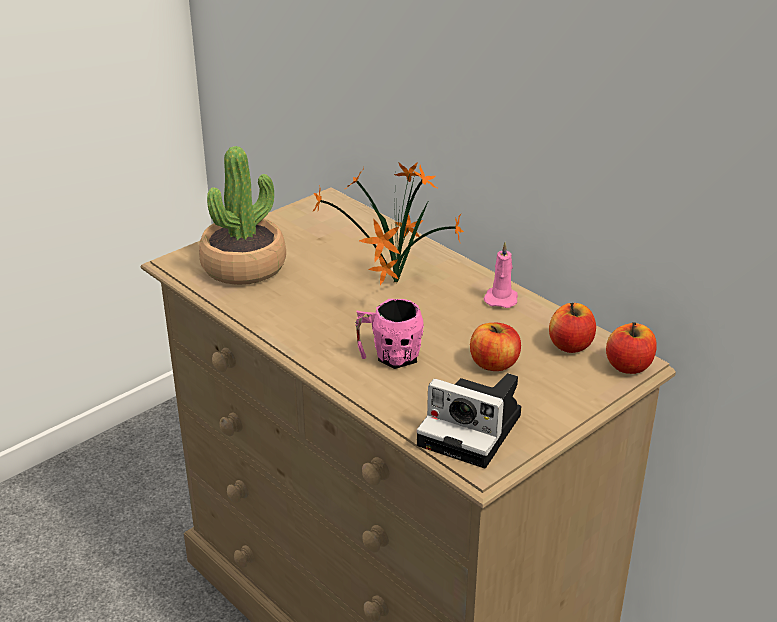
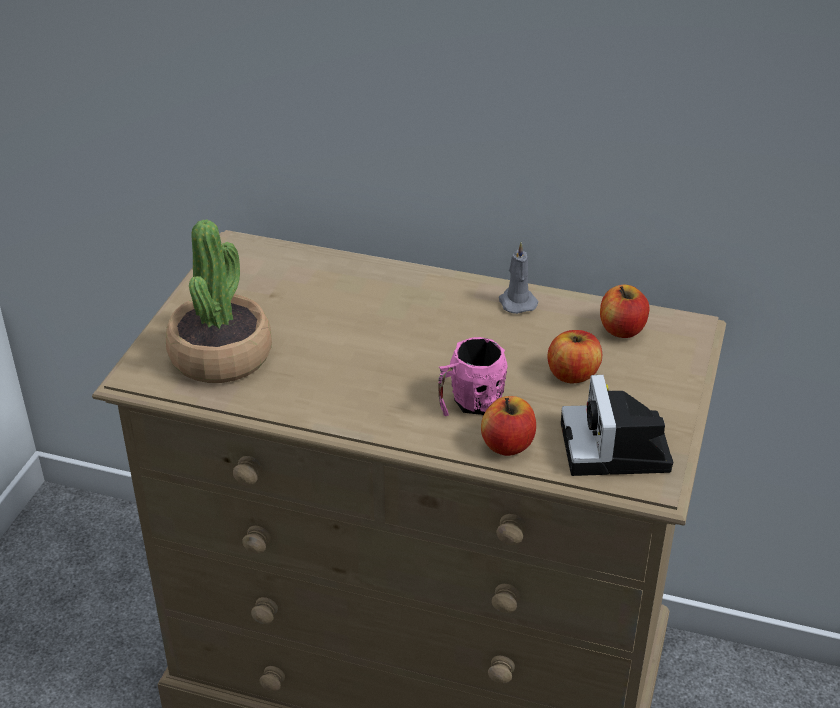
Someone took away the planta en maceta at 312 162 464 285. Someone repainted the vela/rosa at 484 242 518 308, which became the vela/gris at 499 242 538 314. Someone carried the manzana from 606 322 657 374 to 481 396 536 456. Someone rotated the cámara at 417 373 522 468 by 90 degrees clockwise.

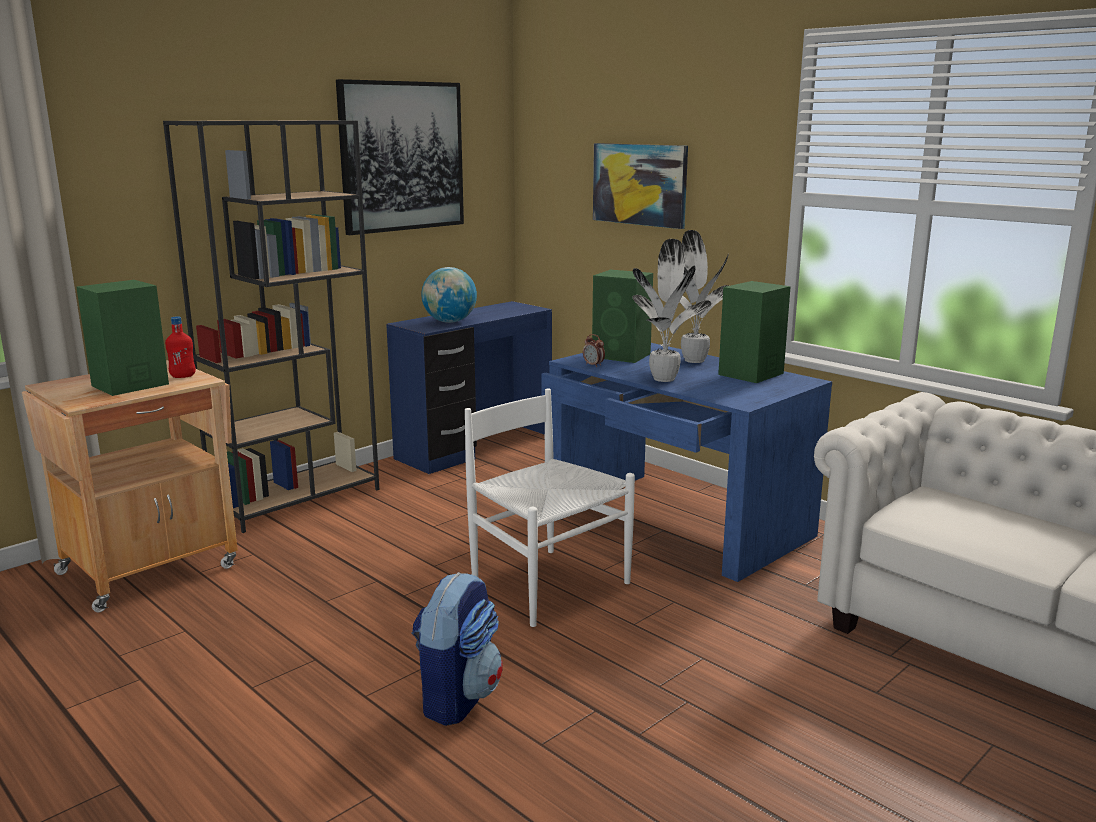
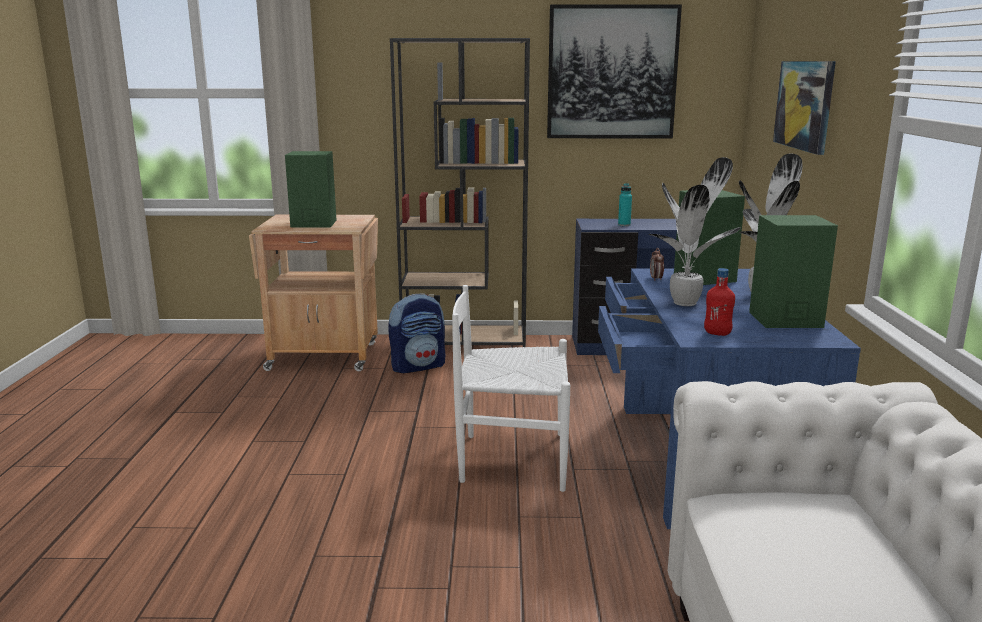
Someone swapped the globo terráqueo at 421 267 477 323 for the botella/turquesa at 618 183 632 226. Someone carried the botella/rojo from 165 316 196 378 to 704 268 735 336. Someone rotated the silla/blanco at 465 388 635 627 by 90 degrees counterclockwise. Someone carried the mochila from 411 572 503 726 to 388 293 445 373.

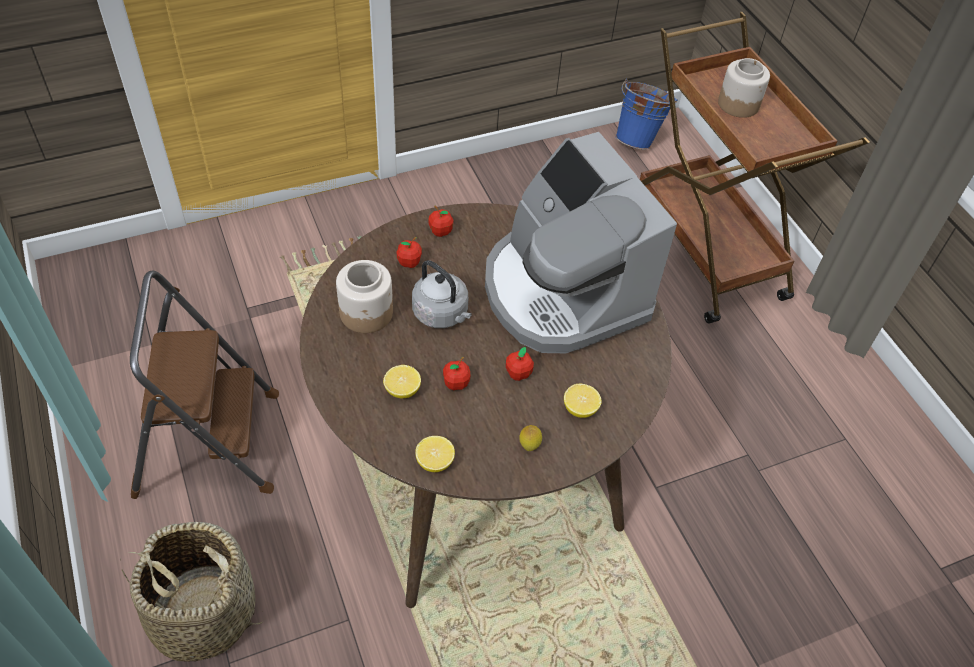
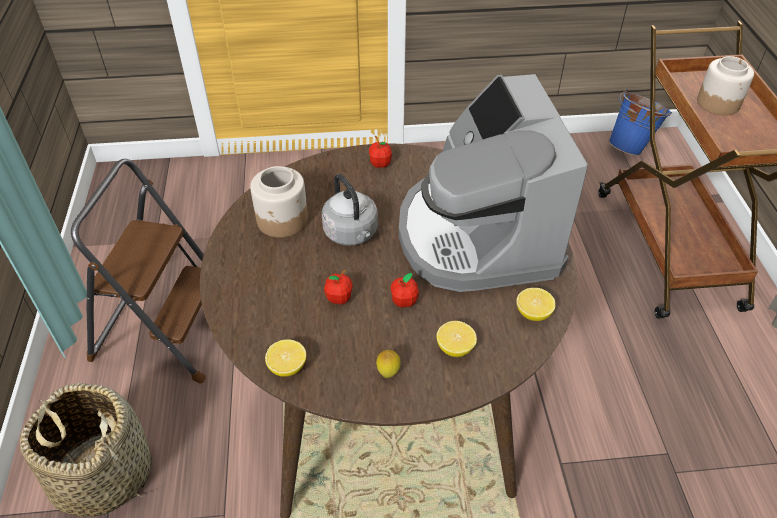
Someone took away the manzana at 396 237 422 268. Someone carried the limón from 383 365 421 398 to 516 288 556 321.

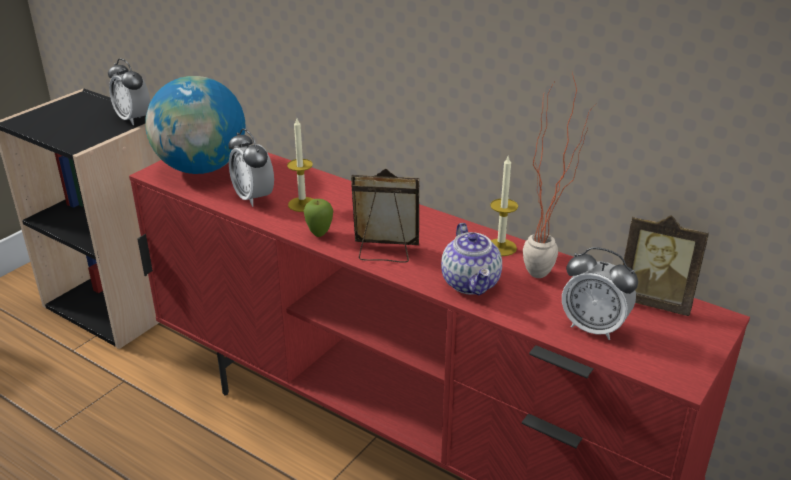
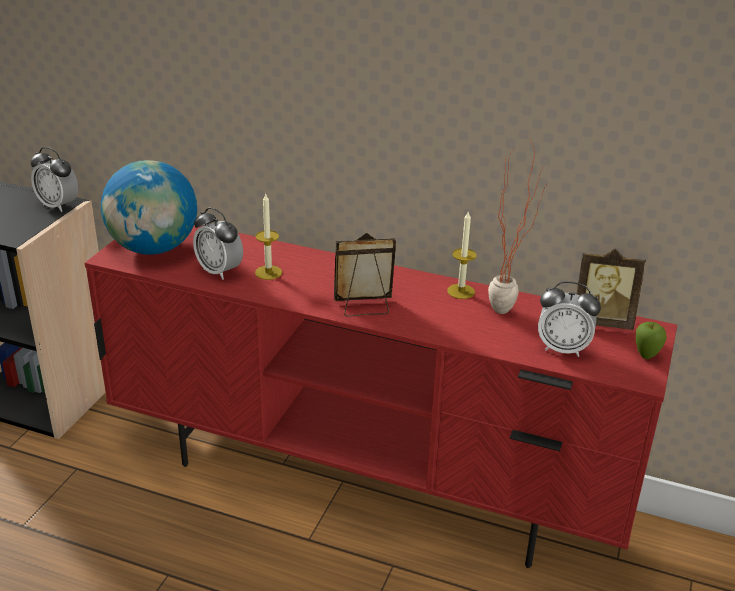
Someone carried the manzana from 304 199 333 237 to 636 322 667 359. Someone took away the tetera at 441 223 502 296.

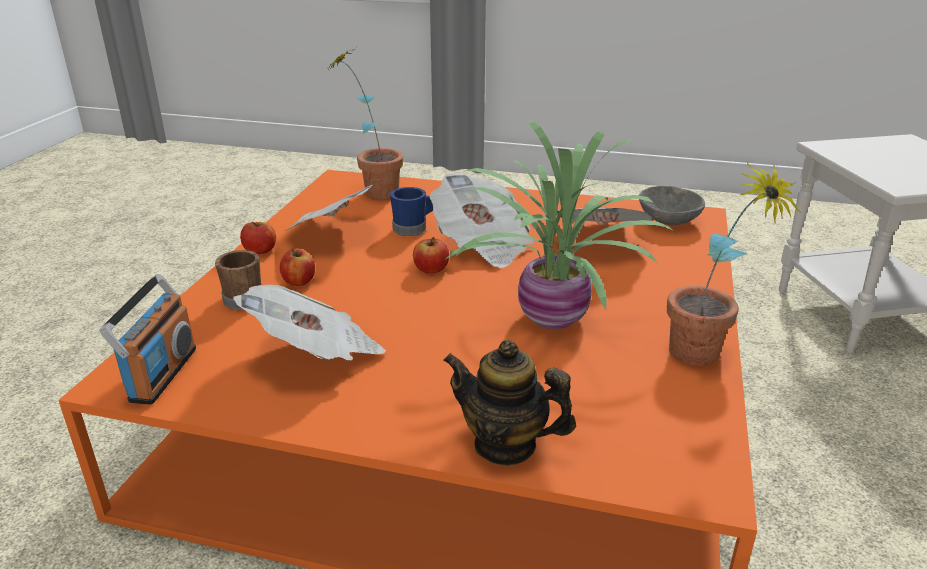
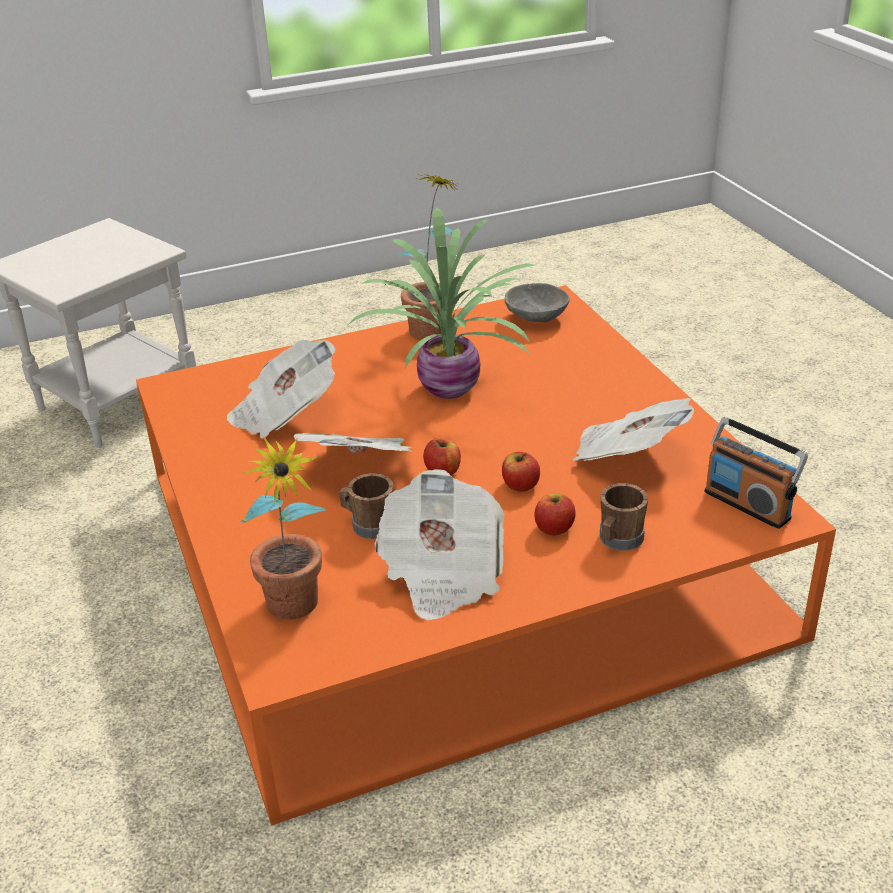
Someone carried the cuenco/gris from 639 186 705 225 to 505 283 570 322. Someone repainted the taza grande/azul at 390 187 433 236, which became the taza grande/marrón at 339 473 394 539. Someone carried the manzana from 240 222 276 254 to 502 452 540 492. Someone rotated the radio at 99 274 196 405 by 105 degrees counterclockwise. Someone took away the tetera at 443 340 576 466.

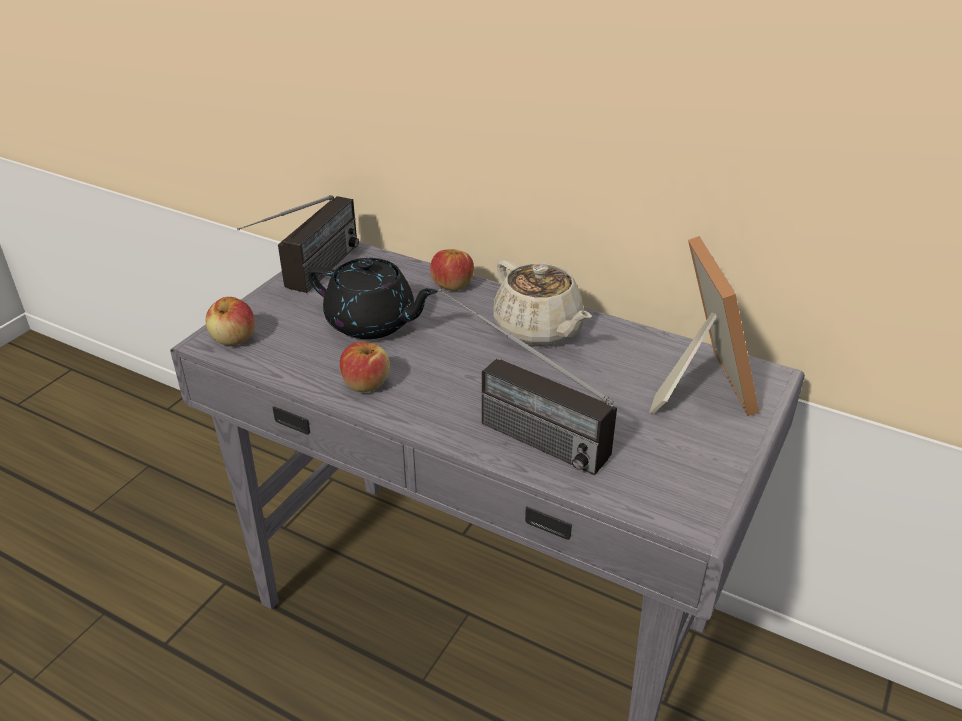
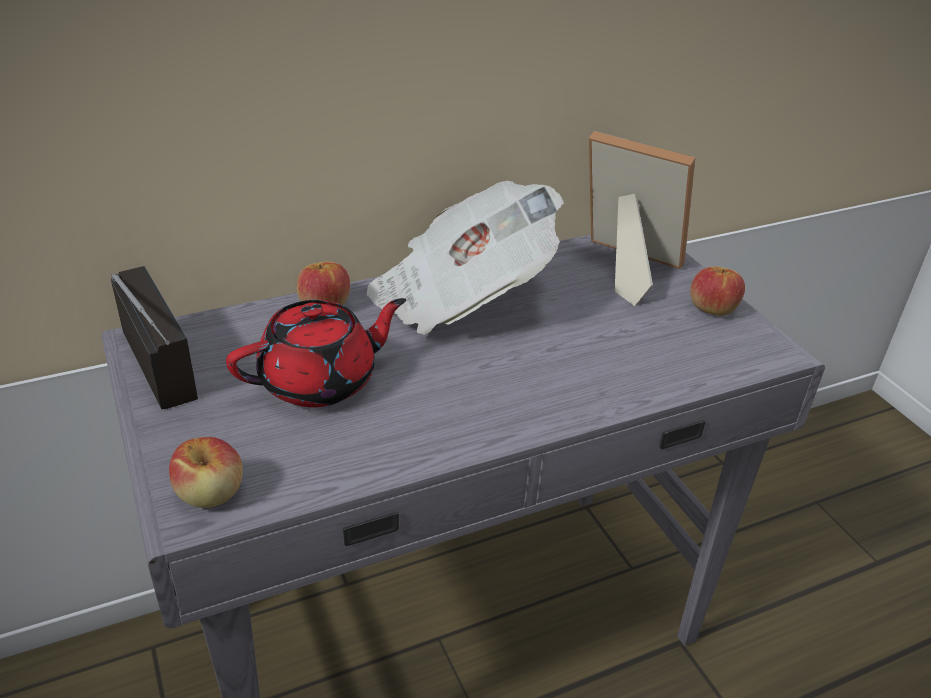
Someone repainted the tetera/negro at 308 258 438 339, which became the tetera/rojo at 226 298 406 407. Someone swapped the tetera/beis at 493 260 592 345 for the periódico at 366 180 564 335. Someone took away the radio at 438 289 617 475. Someone carried the manzana from 340 341 390 392 to 690 266 745 316.

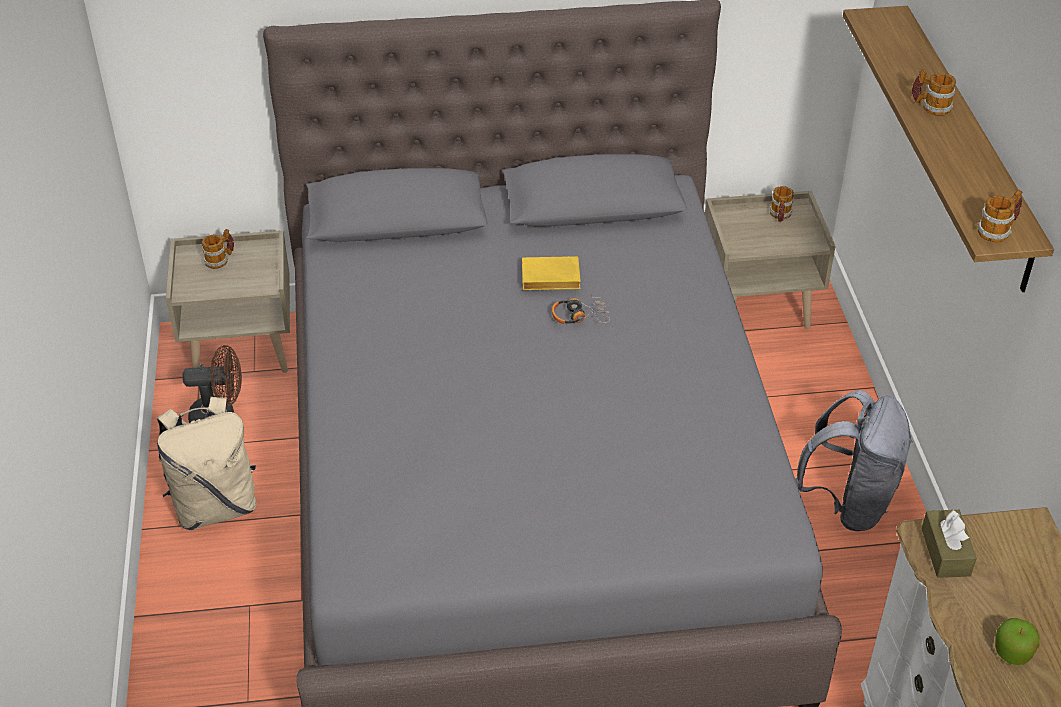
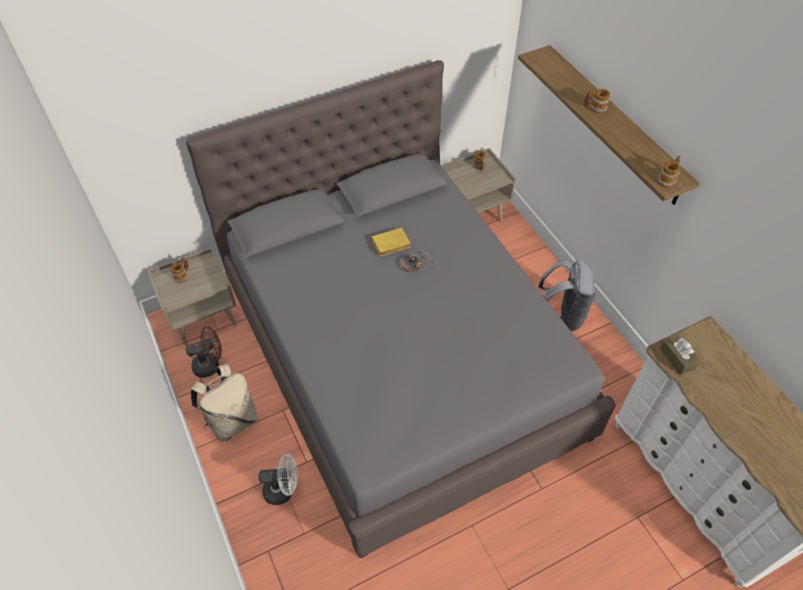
Someone took away the manzana at 995 618 1039 665. Someone put down the ventilador/blanco at 259 454 298 505.

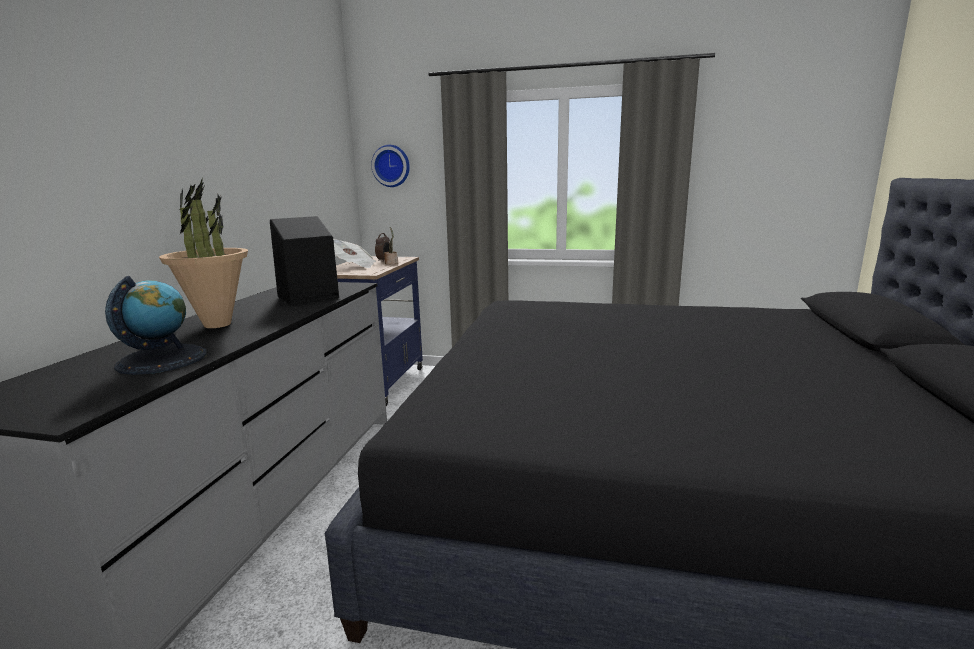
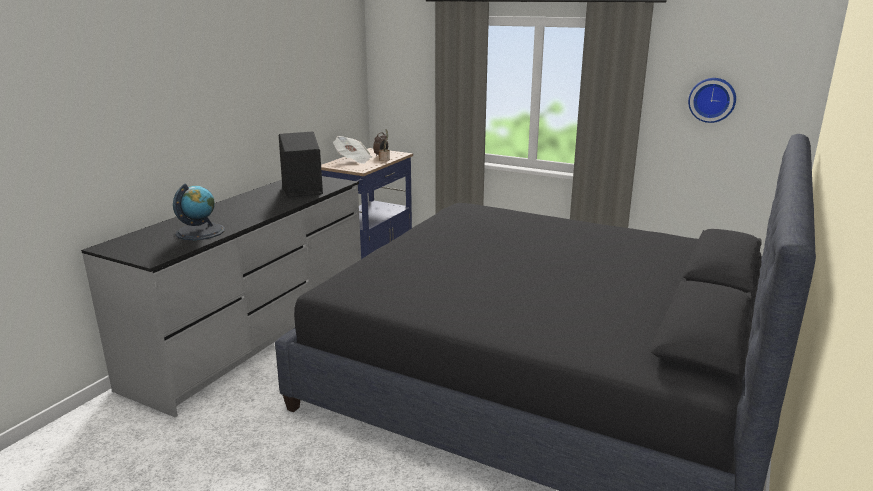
Someone carried the reloj de pared from 371 145 410 187 to 688 78 736 123. Someone took away the planta en maceta at 159 179 248 328.

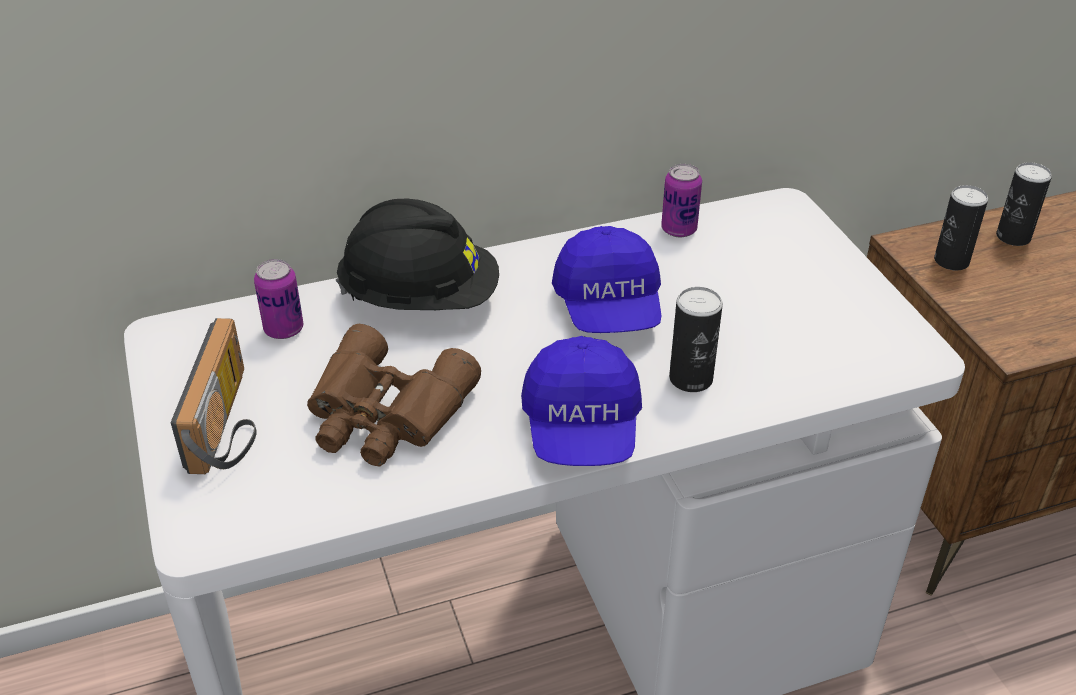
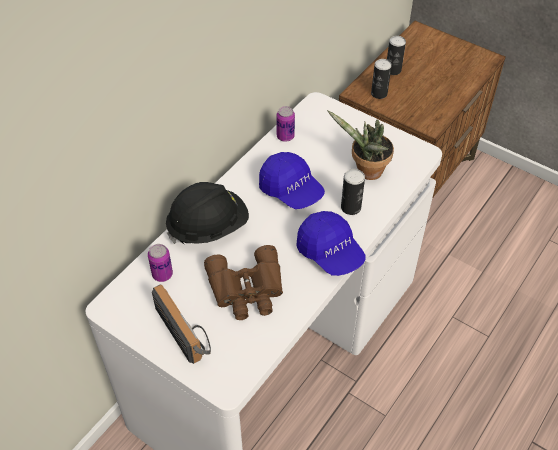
Someone put down the planta en maceta at 327 110 394 180.

